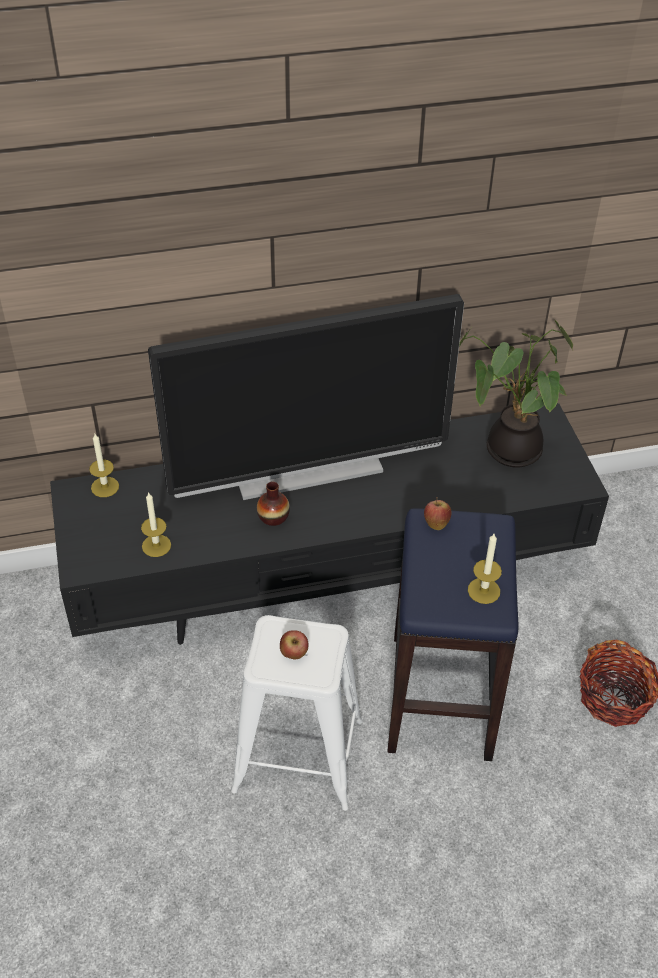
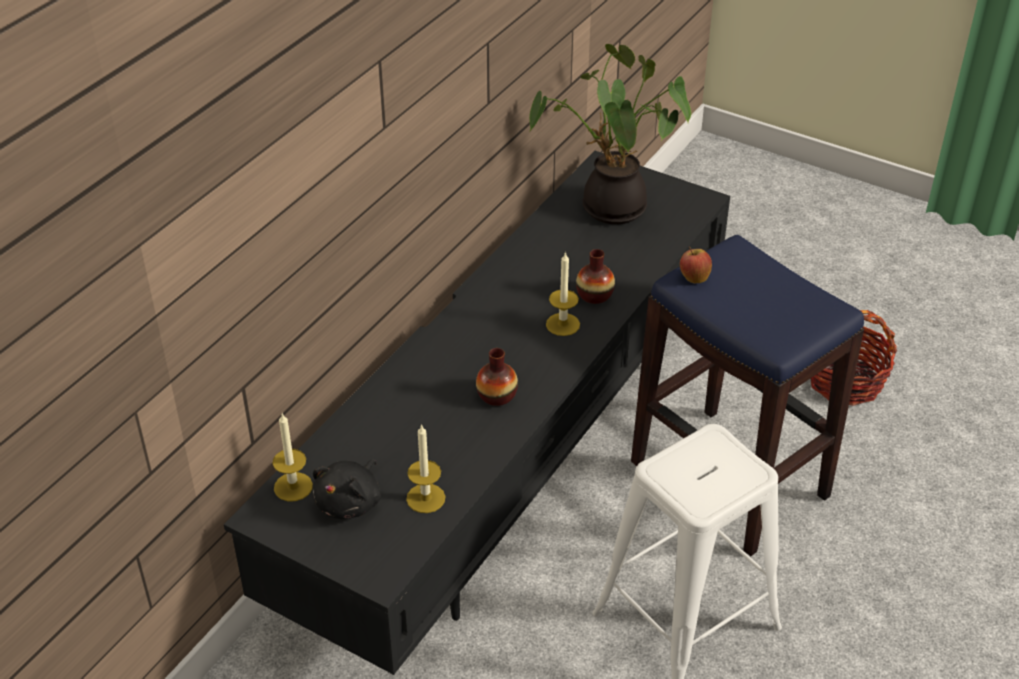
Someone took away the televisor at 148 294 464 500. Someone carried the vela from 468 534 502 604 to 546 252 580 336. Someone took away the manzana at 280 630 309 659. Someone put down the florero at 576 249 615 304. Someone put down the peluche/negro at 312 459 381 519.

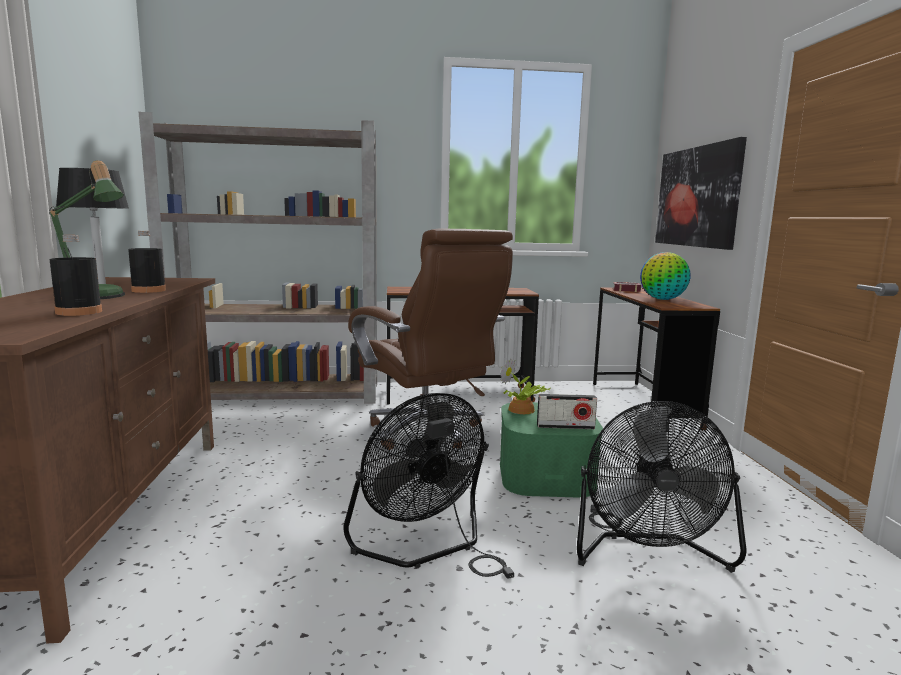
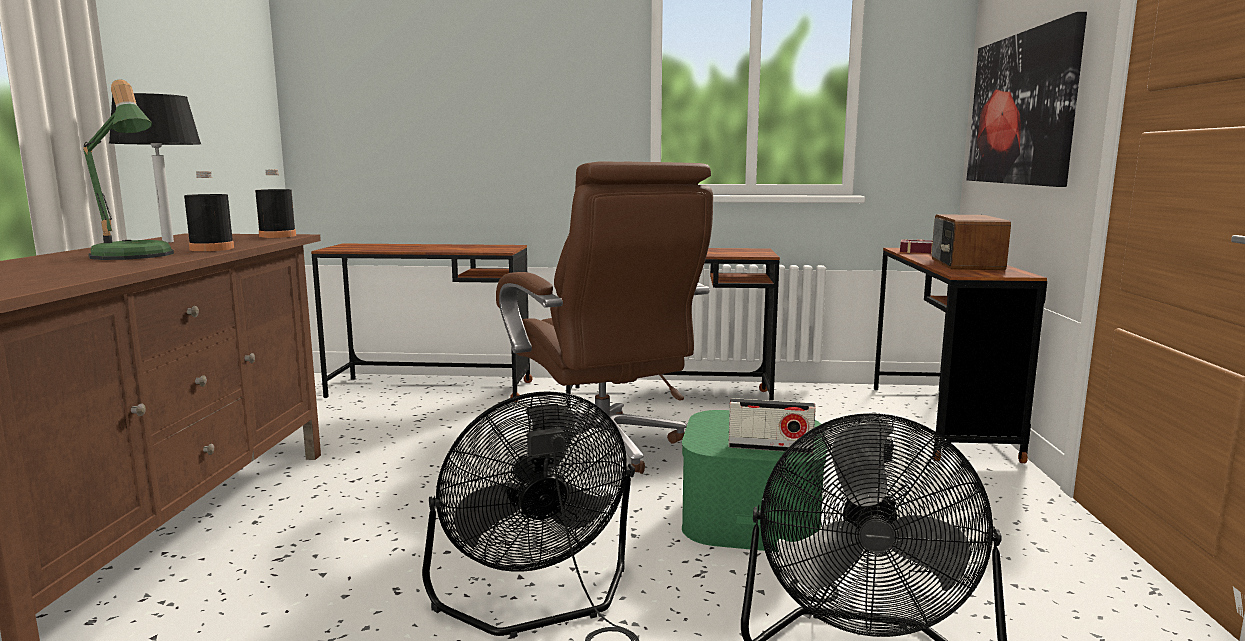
Someone swapped the estantería/marrón at 139 112 377 404 for the escritorio/marrón at 311 244 533 402. Someone carried the botella/negro from 50 235 102 316 to 255 170 296 238. Someone swapped the globo terráqueo at 640 252 691 300 for the radio at 932 214 1011 270. Someone took away the planta en maceta at 500 358 550 414.

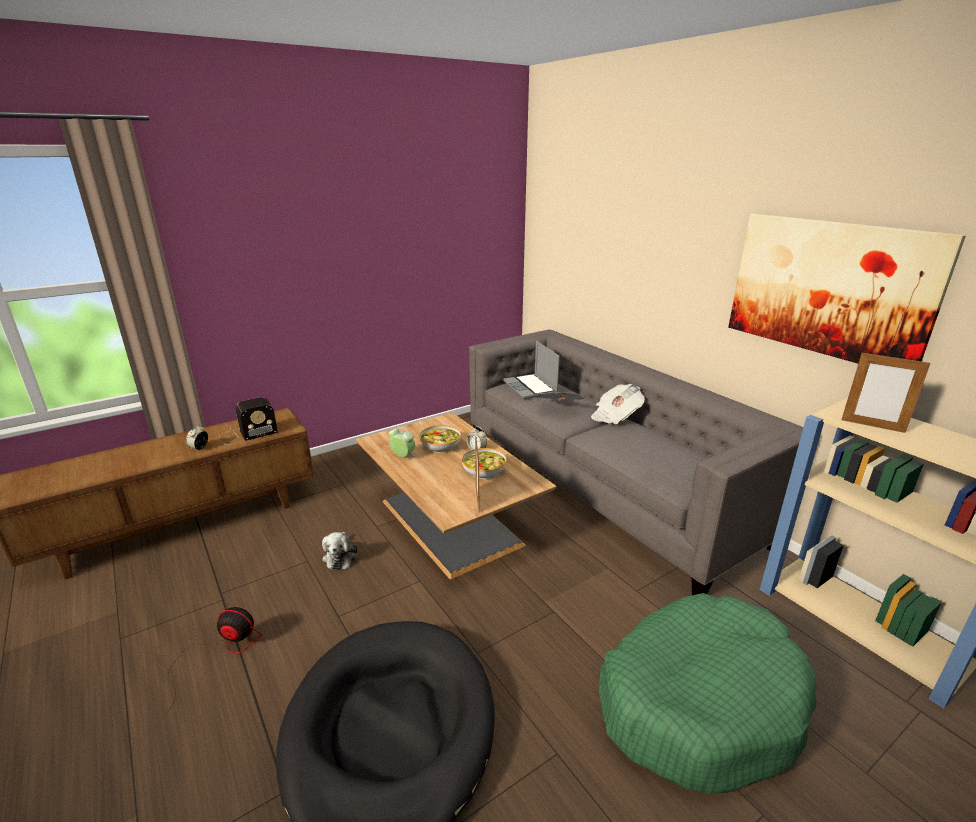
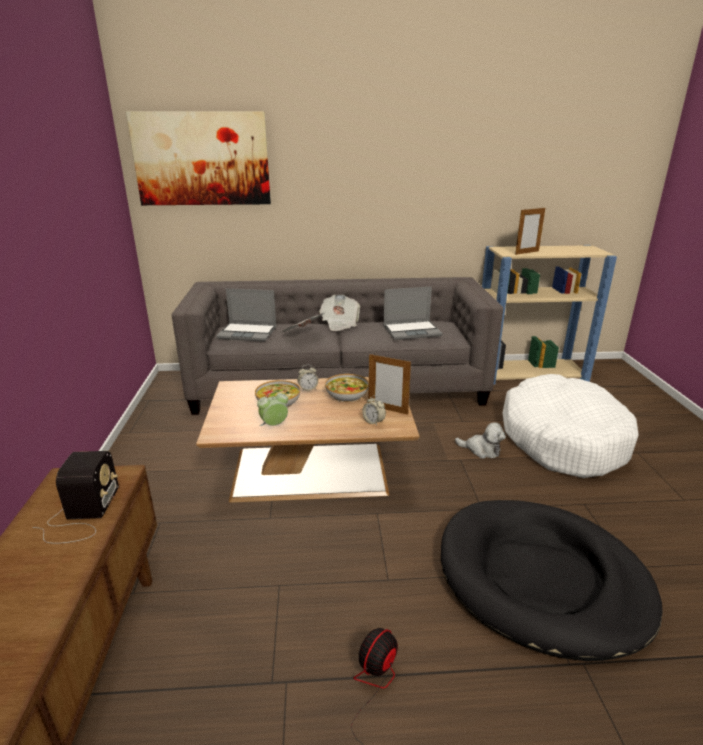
Someone carried the cuadro from 728 214 966 364 to 126 111 271 205. Someone carried the despertador from 186 424 208 450 to 362 395 386 426. Someone carried the peluche from 322 532 357 570 to 455 422 506 459. Someone repainted the cama para perro/verde at 599 593 817 794, which became the cama para perro/blanco at 503 374 639 478. Someone put down the portátil at 383 286 443 340.

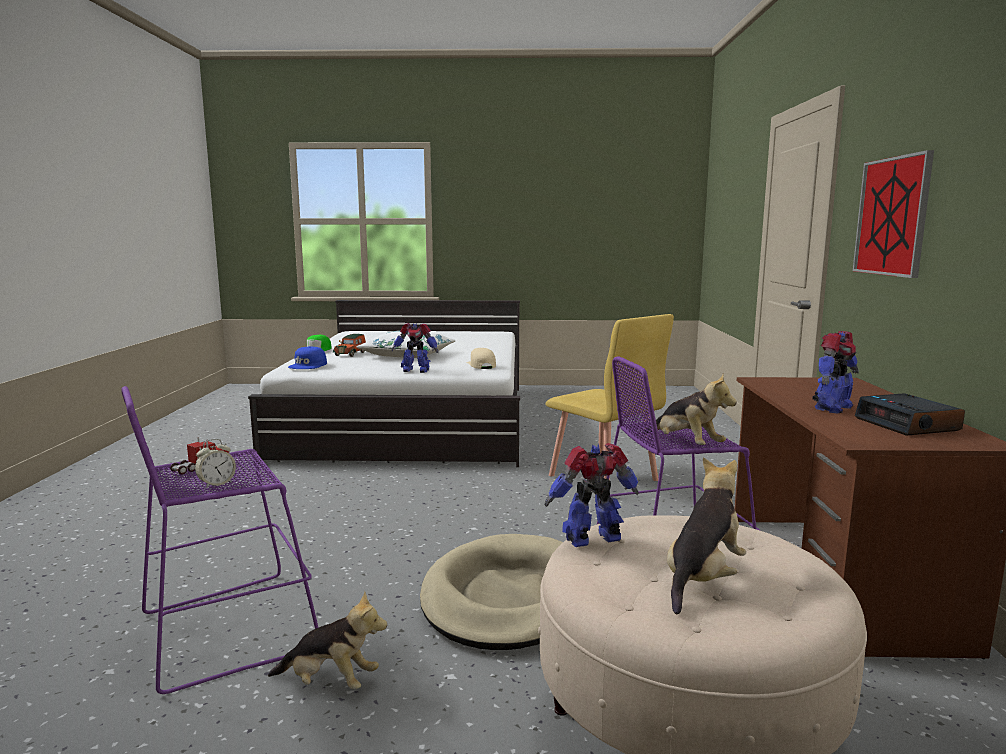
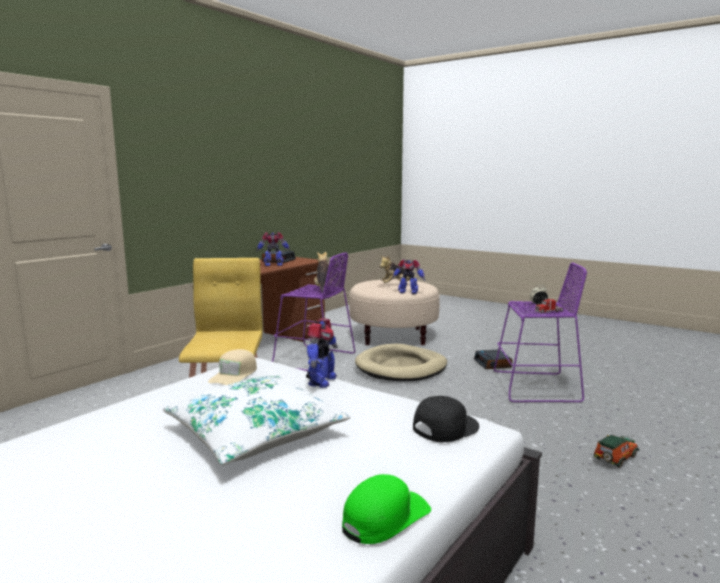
Someone took away the cuadro at 853 150 934 278. Someone rotated the robot de juguete at 391 323 439 373 by 60 degrees clockwise. Someone carried the coche de juguete from 333 334 366 357 to 593 435 639 468. Someone repainted the gorra/azul at 288 346 327 369, which became the gorra/negro at 413 396 479 442. Someone swapped the peluche at 268 591 387 690 for the despertador at 474 350 513 369.

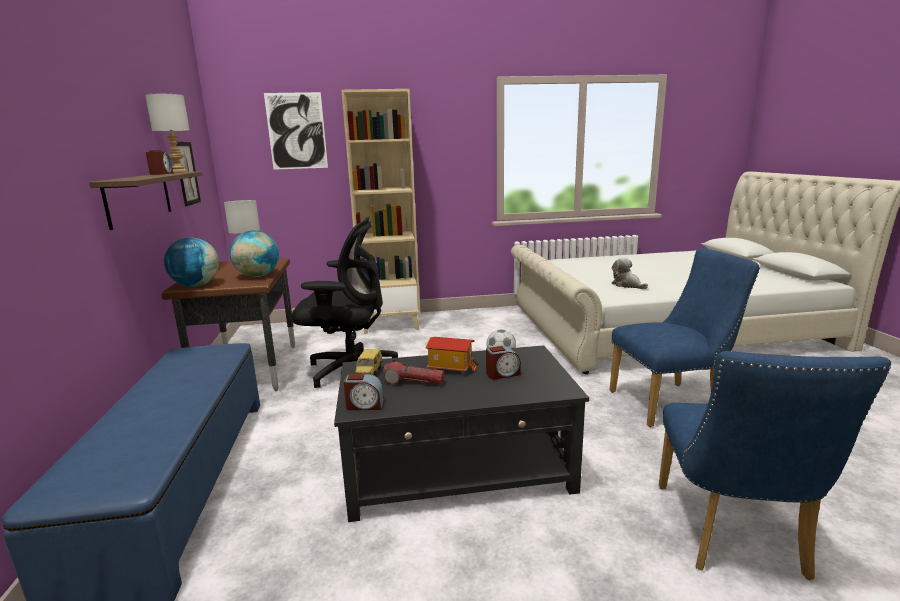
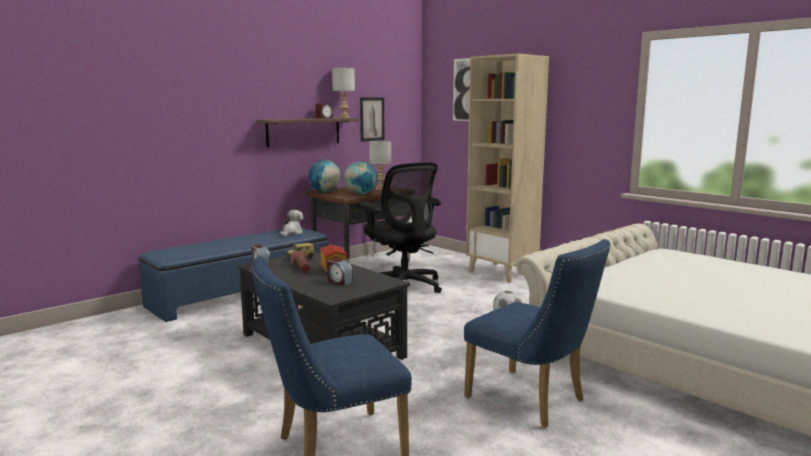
Someone carried the peluche from 611 258 648 289 to 280 210 303 236.

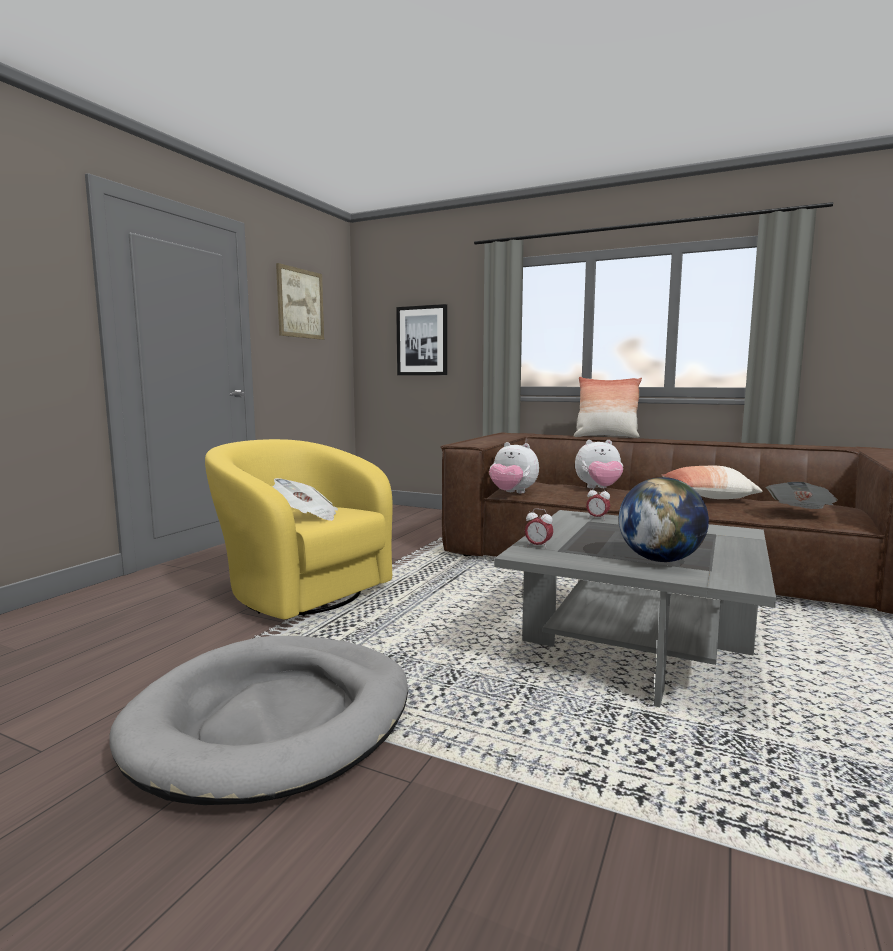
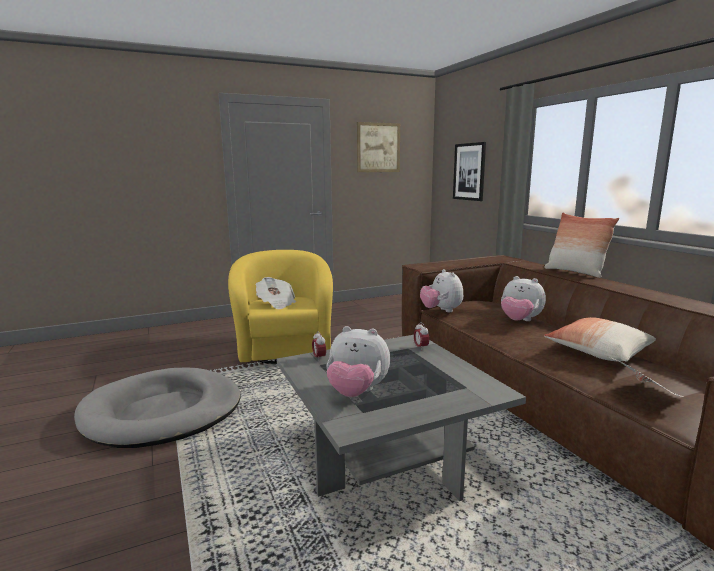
Someone swapped the globo terráqueo at 619 477 709 562 for the peluche at 327 326 390 397.

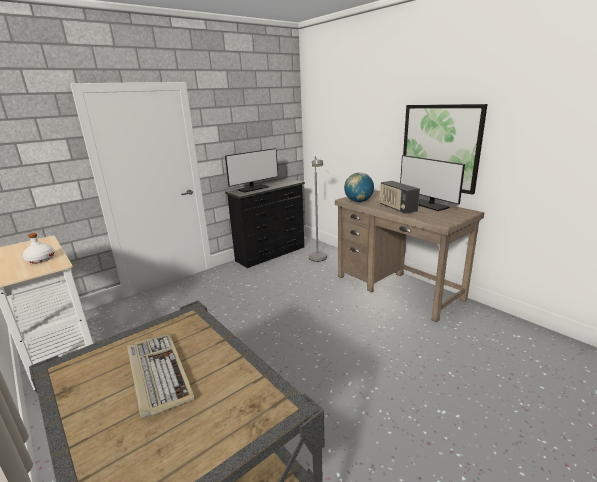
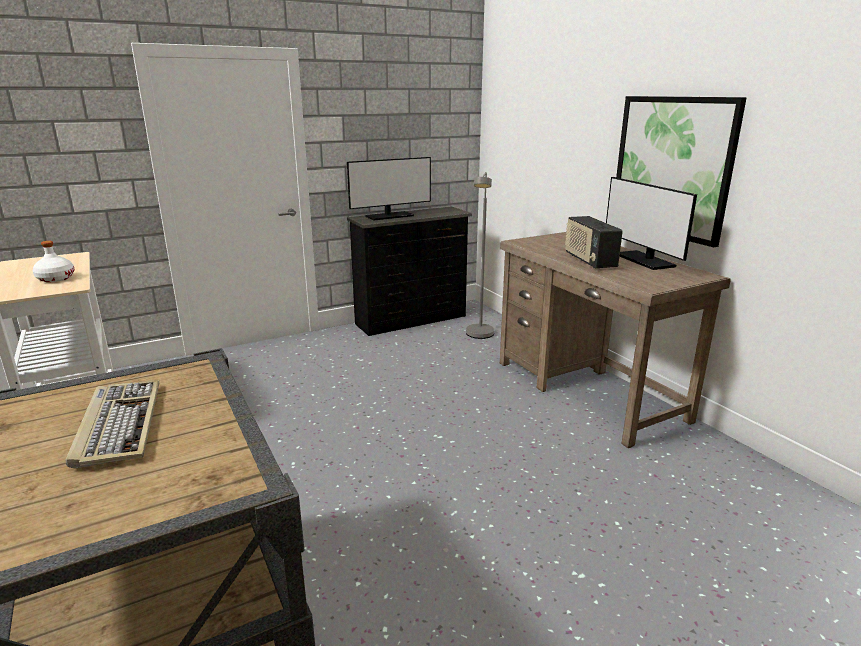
Someone took away the globo terráqueo at 344 172 374 202.

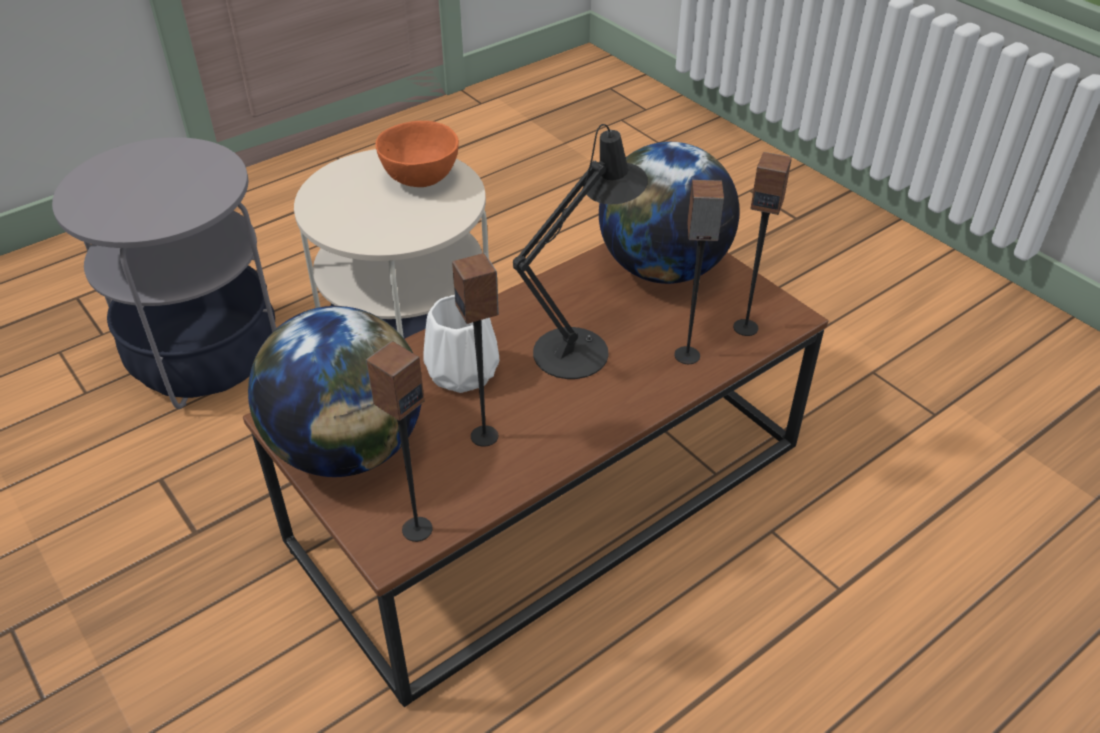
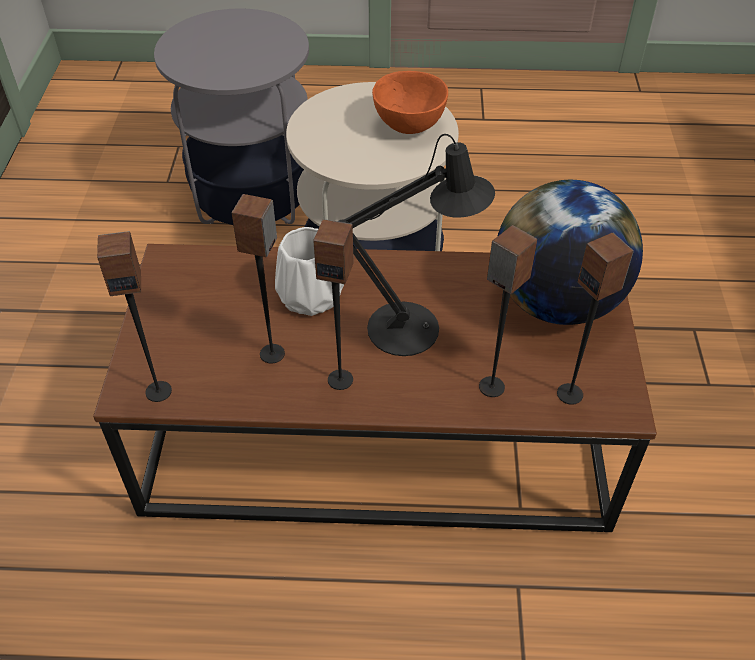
Someone took away the globo terráqueo at 248 306 421 477. Someone put down the altavoz at 313 219 354 390.

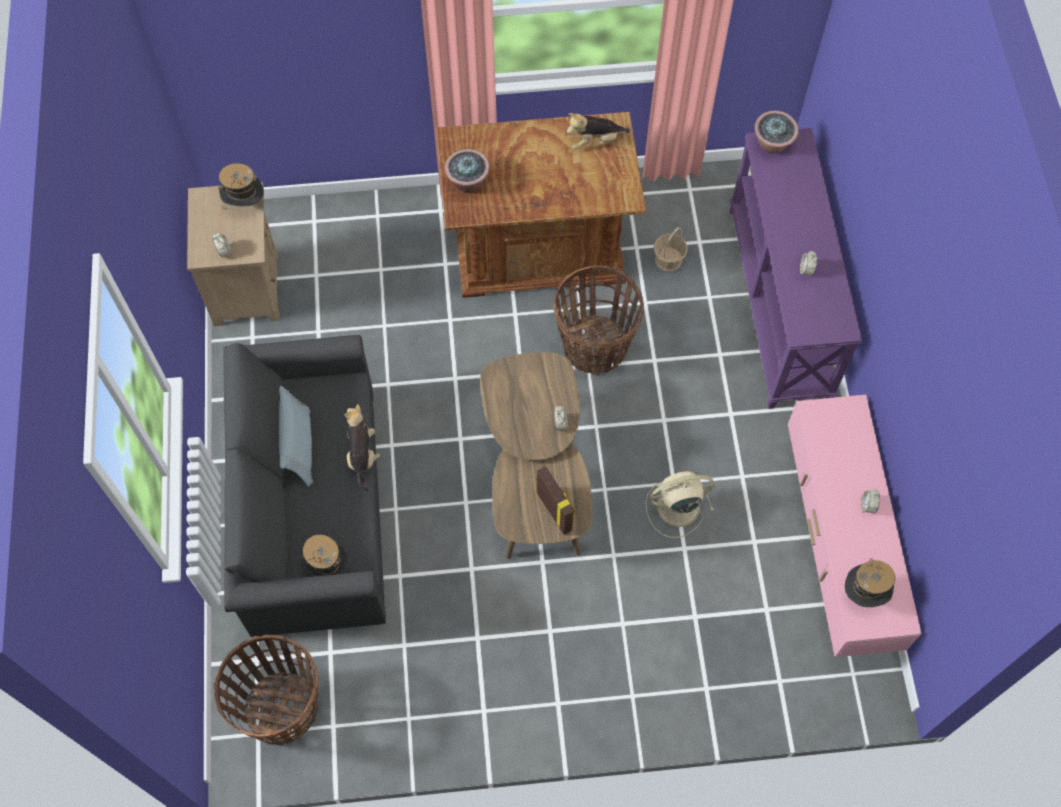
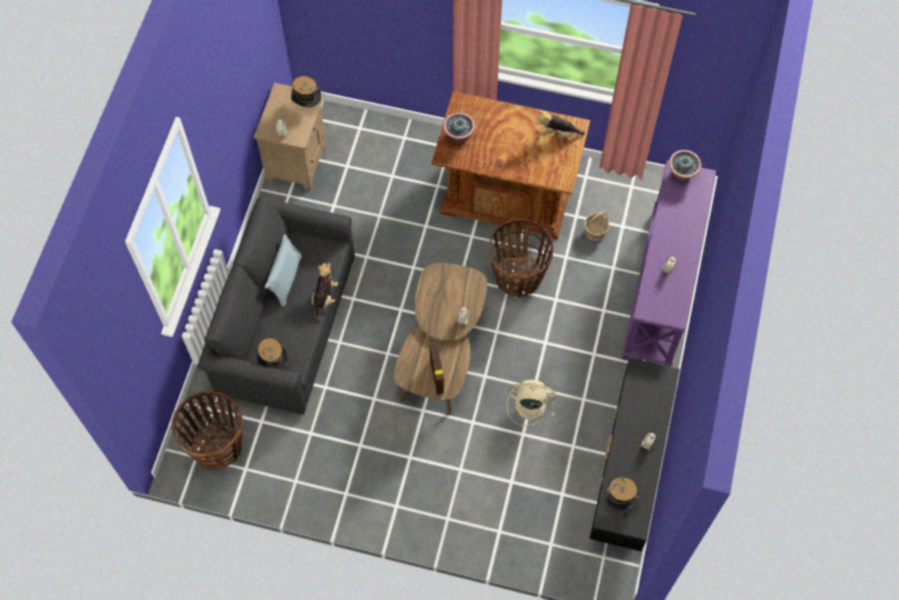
Someone repainted the mueble de televisión/rosa at 788 395 922 657, which became the mueble de televisión/negro at 589 358 680 551.

